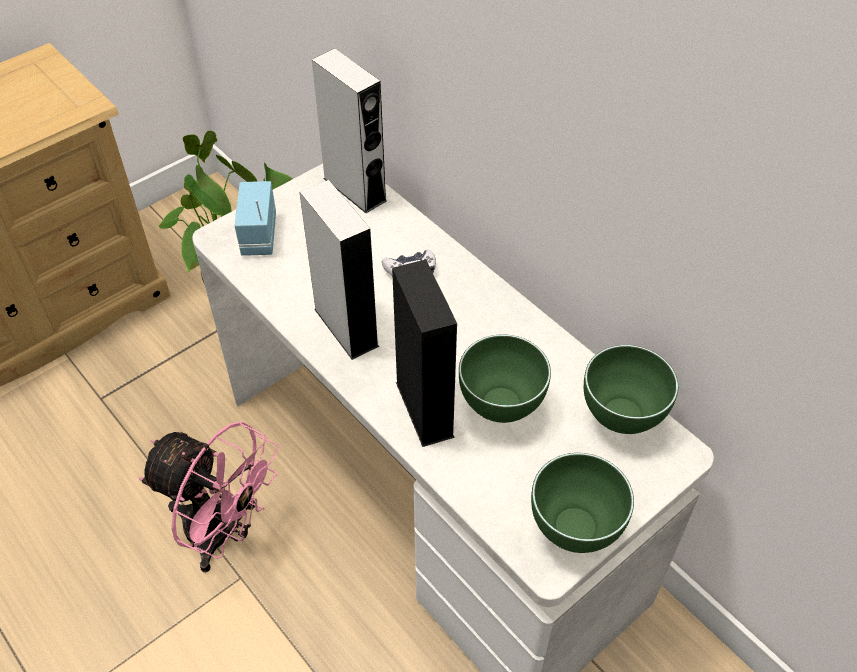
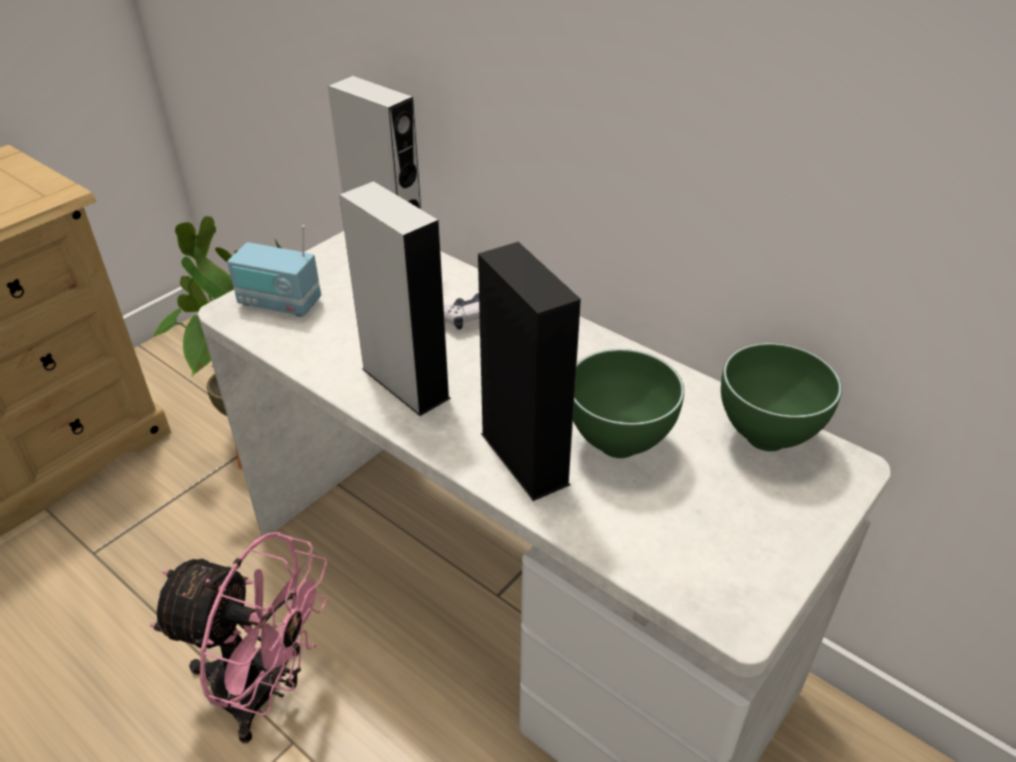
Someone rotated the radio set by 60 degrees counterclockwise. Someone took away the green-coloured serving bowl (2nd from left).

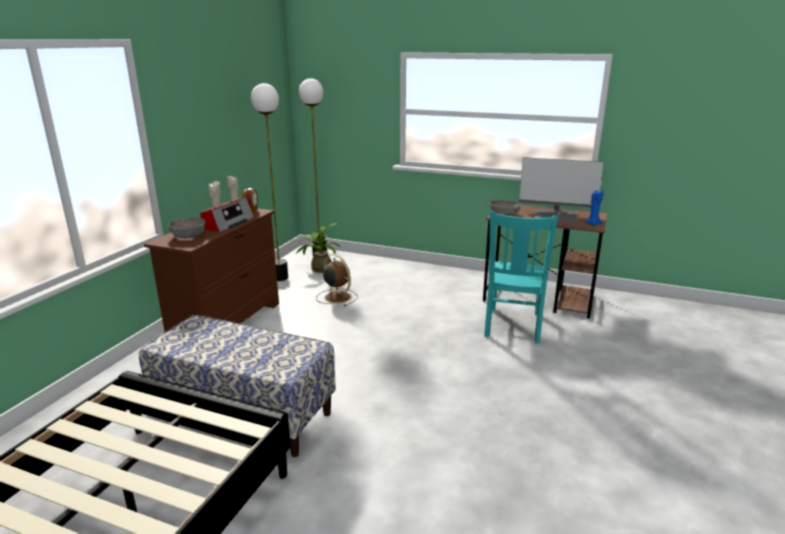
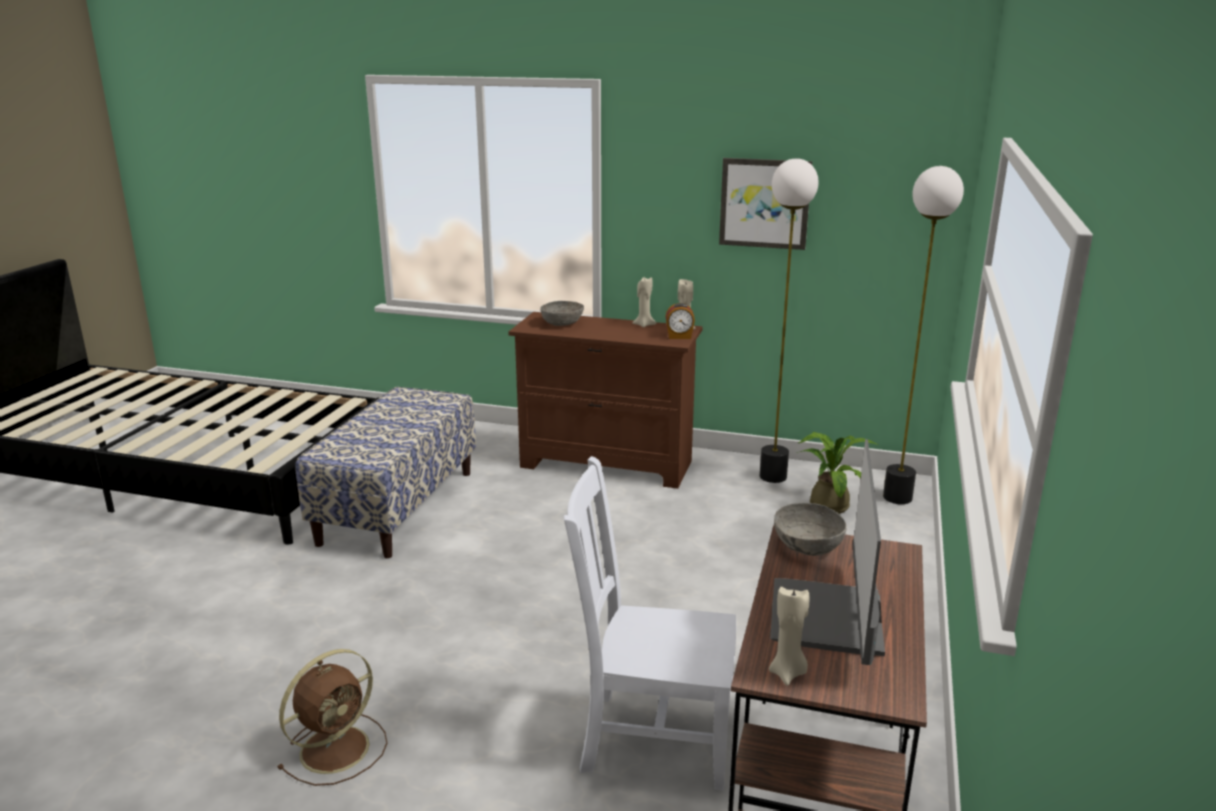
Someone carried the brownish electric fan. Someone repainted the turquoise-coloured upright chair, which became the white-coloured upright chair. Someone put up the wall art. Someone repainted the blue-coloured candle, which became the beige candle (3rd from left). Someone took away the radio set.

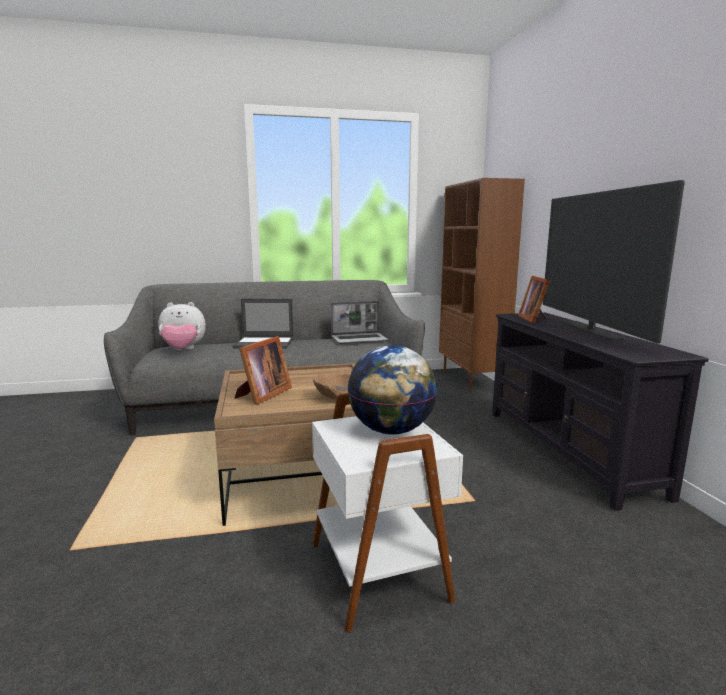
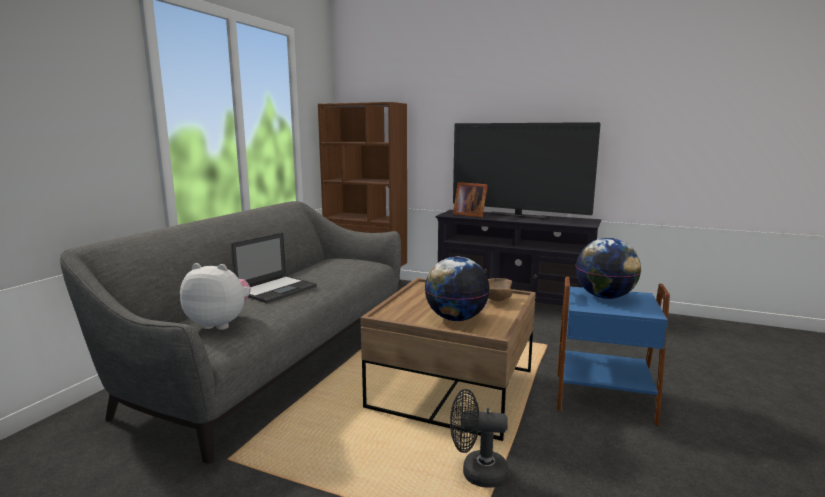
Someone rotated the plush toy by 105 degrees counterclockwise. Someone swapped the standing frame (1st from left) for the globe (1st from left). Someone put down the black electric fan. Someone repainted the white-coloured side table, which became the blue-coloured side table. Someone took away the laptop (2nd from left).

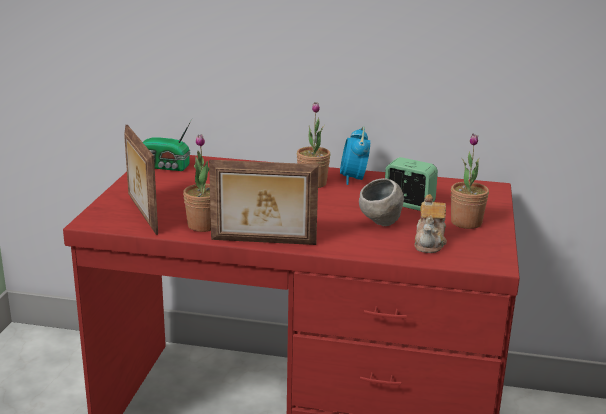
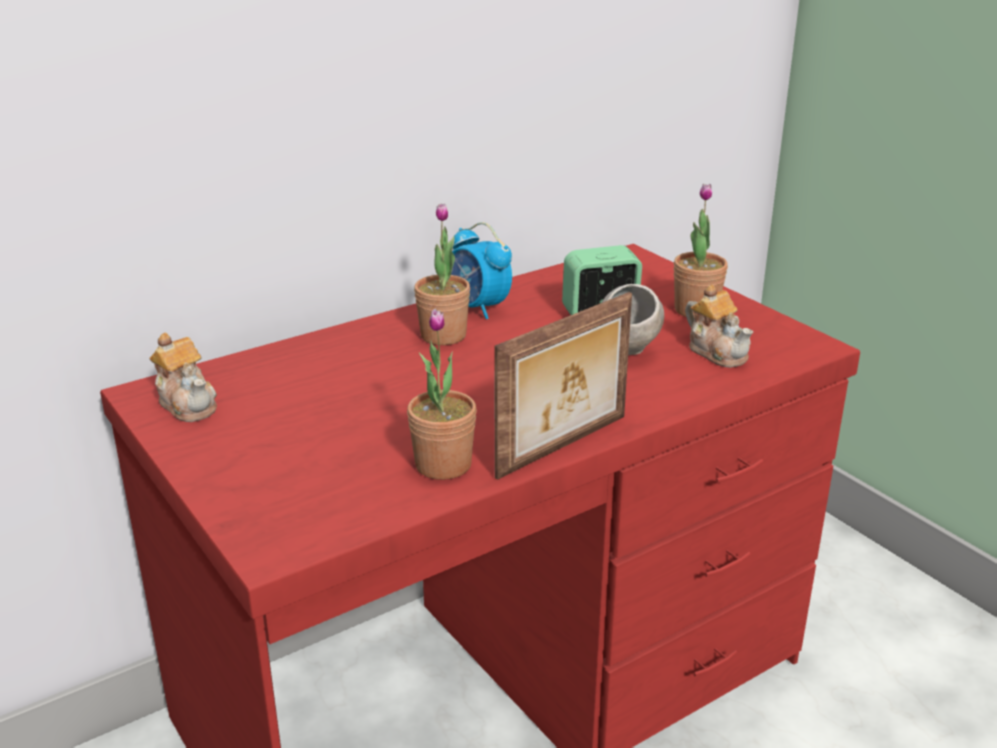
Someone swapped the radio set for the tea pot (1st from left). Someone took away the standing frame (1st from left).

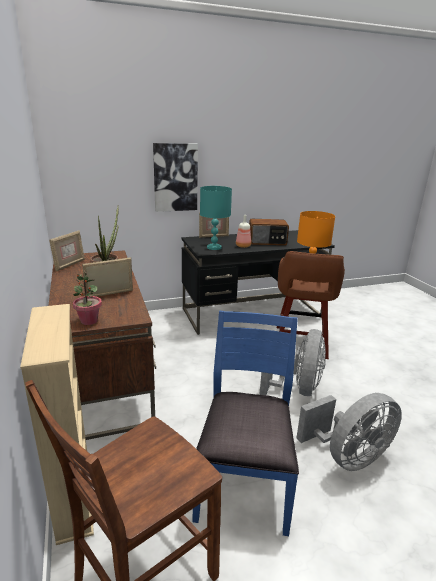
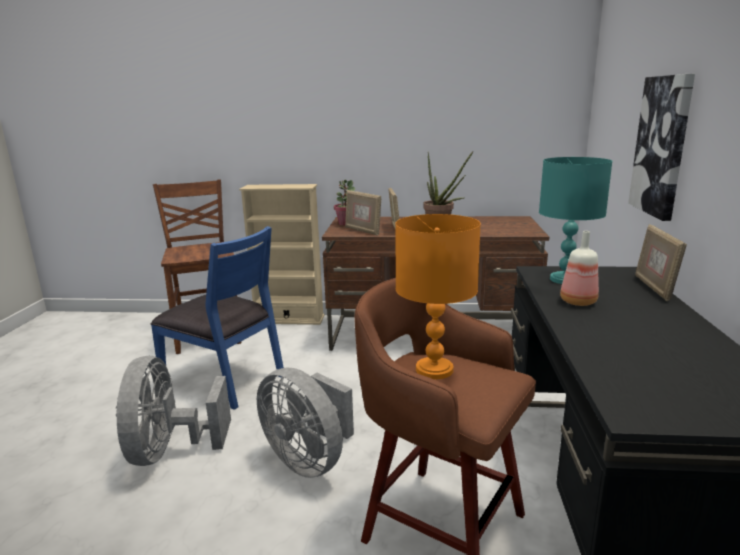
Someone carried the standing frame (1st from left). Someone took away the radio set.

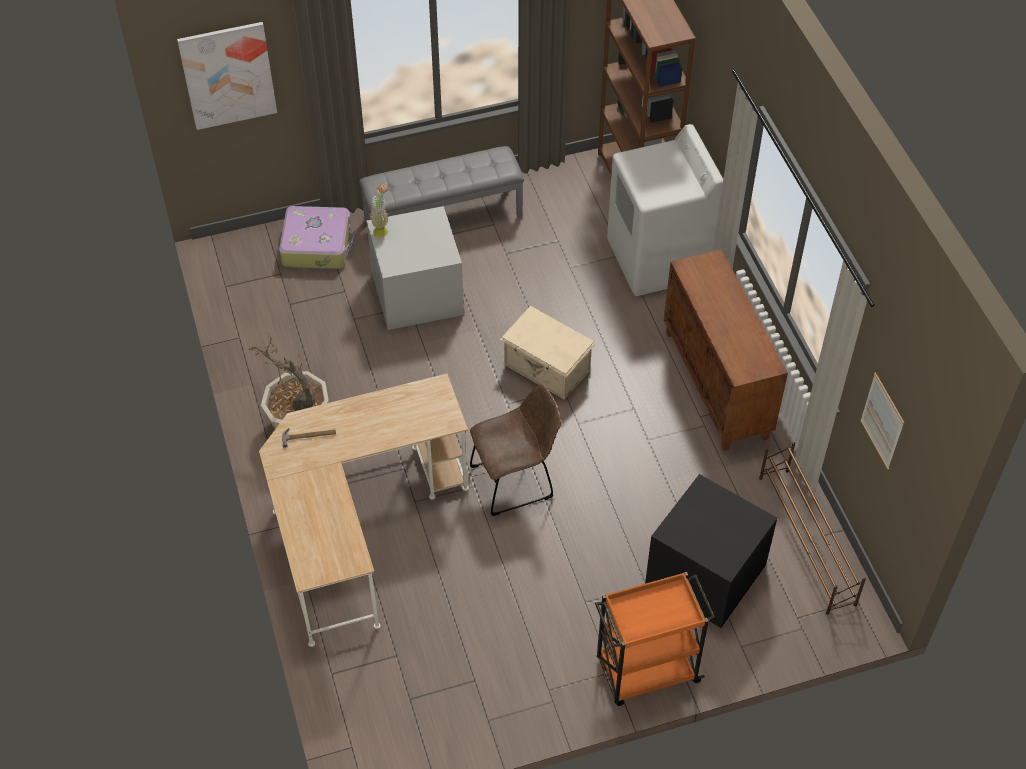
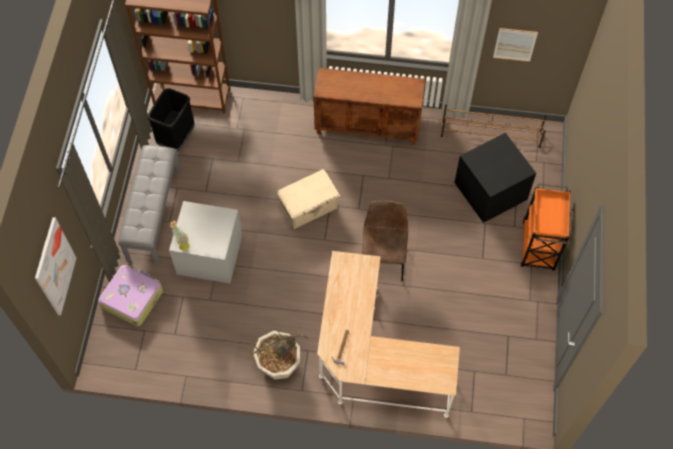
Someone put down the black trash can. Someone took away the white-coloured laundry appliance.

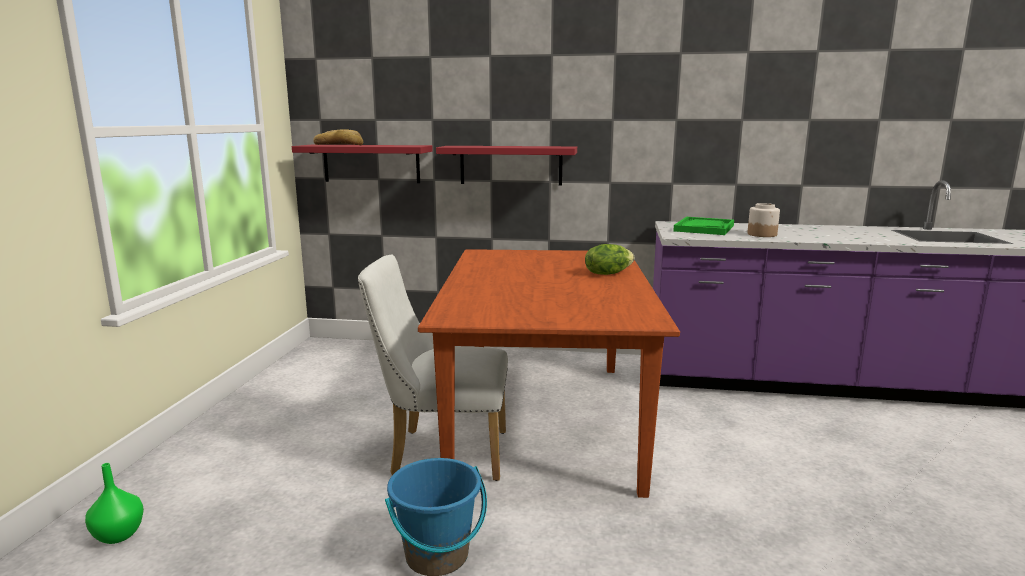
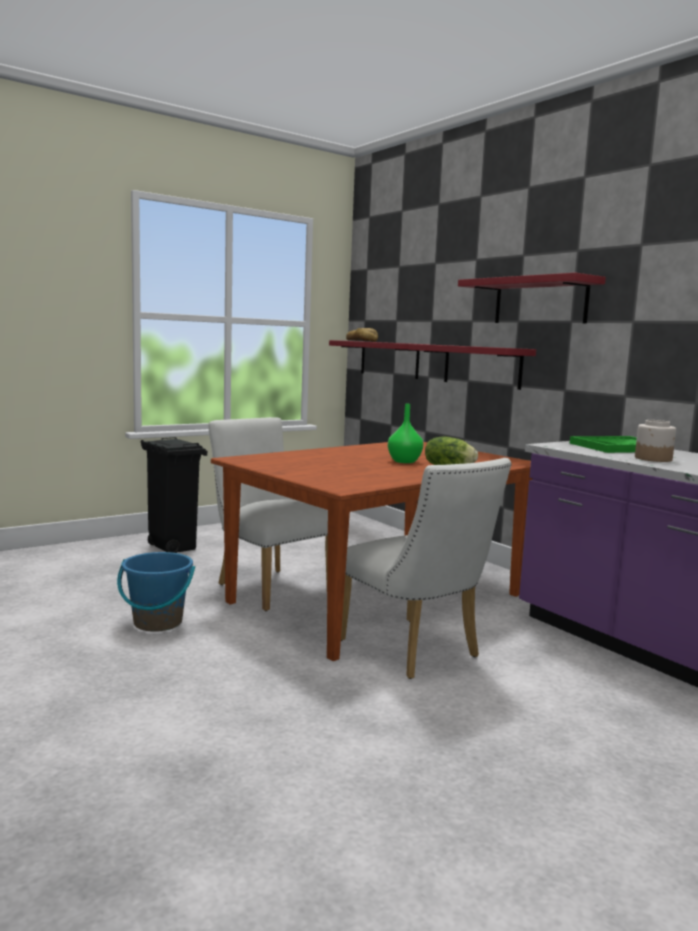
Someone put down the black trash can. Someone put down the white-coloured upright chair (2nd from left). Someone carried the green-coloured flower vase. Someone put up the red-coloured bracket shelf (3rd from left).

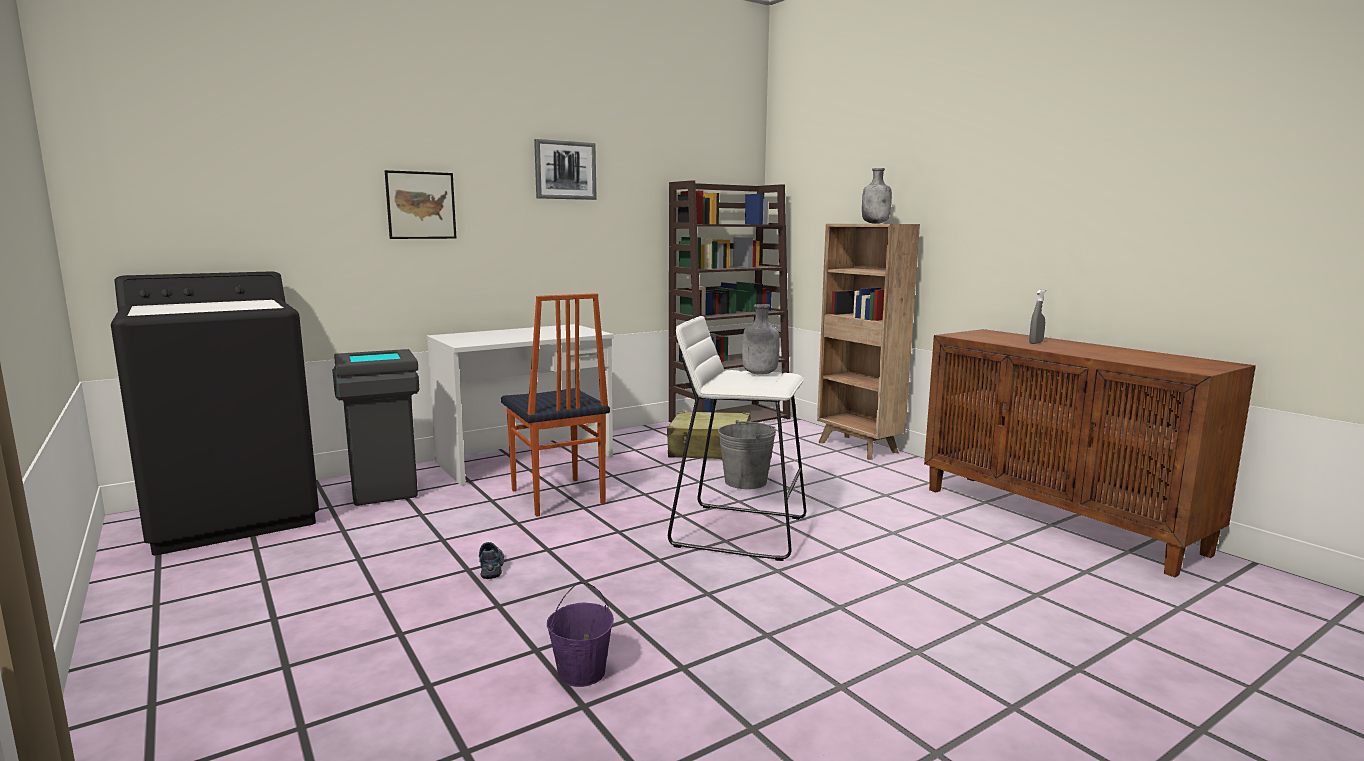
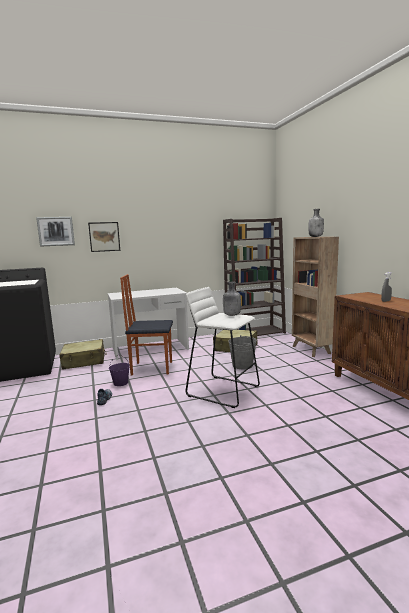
Someone carried the wall art (2nd from left in the first image). Someone swapped the grey trash can for the beige suitcase (1st from left). Someone carried the purplish bucket. Someone rotated the upright chair by 105 degrees clockwise.

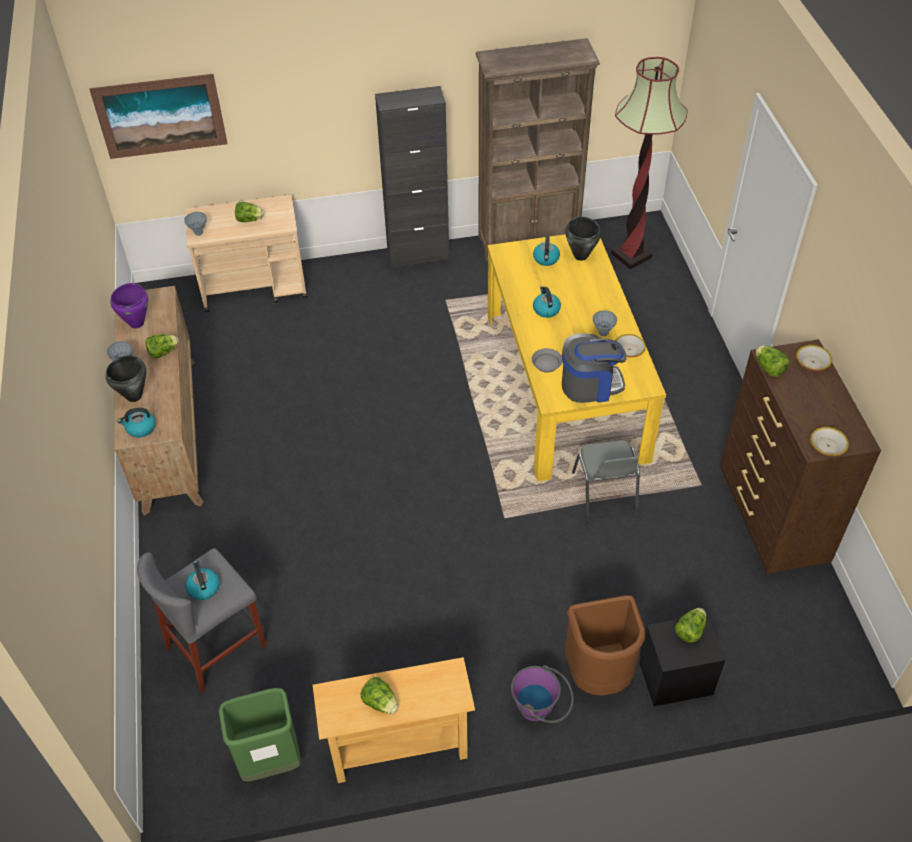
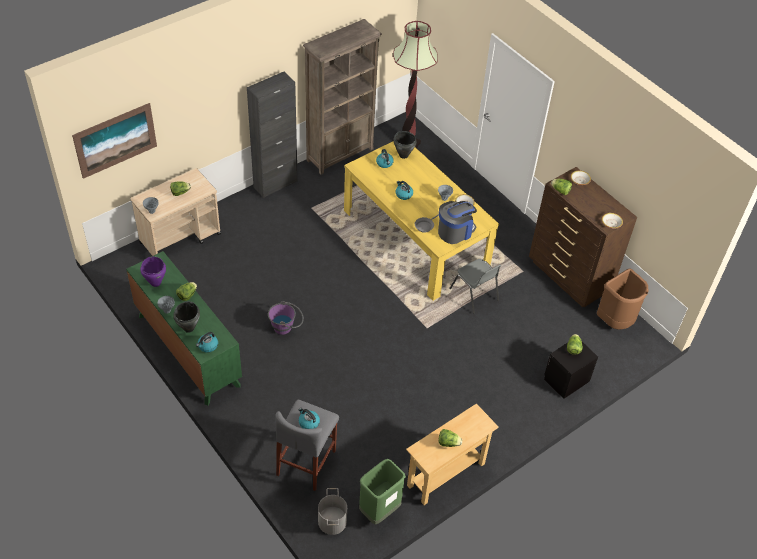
Someone repainted the brownish dresser (1st from left), which became the green-coloured dresser. Someone carried the purplish bucket. Someone put down the grey bucket. Someone carried the brownish trash can.

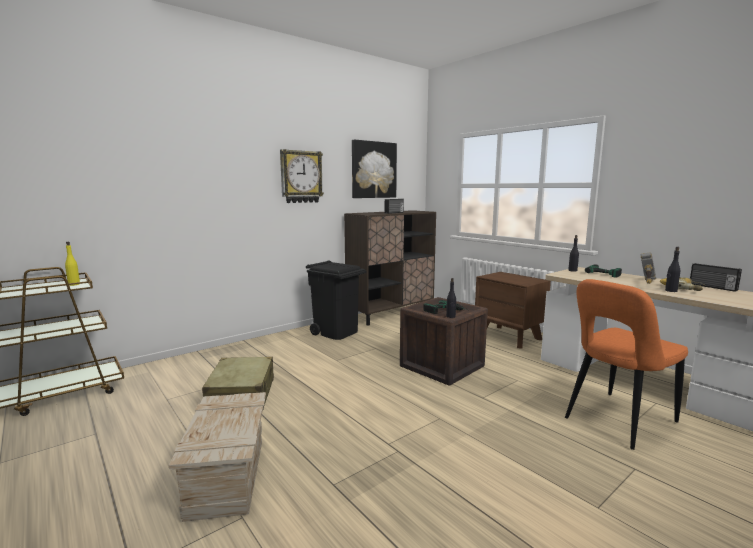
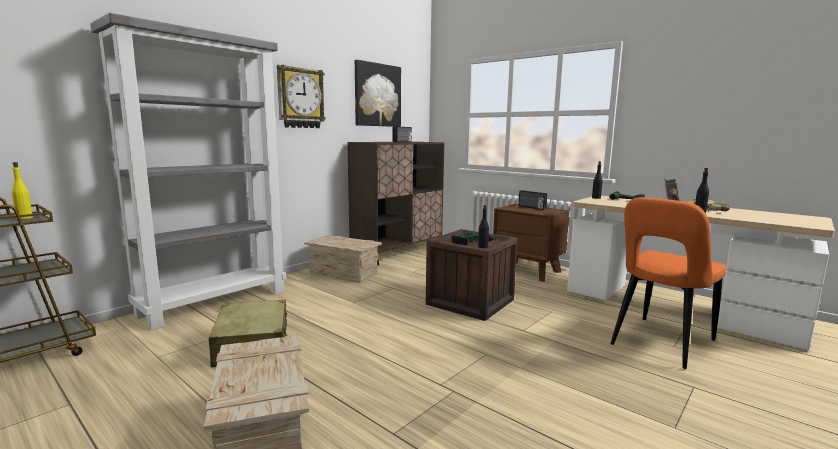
Someone put down the grey bookshelf. Someone swapped the black trash can for the crate (2nd from left). Someone carried the radio set (2nd from left).

